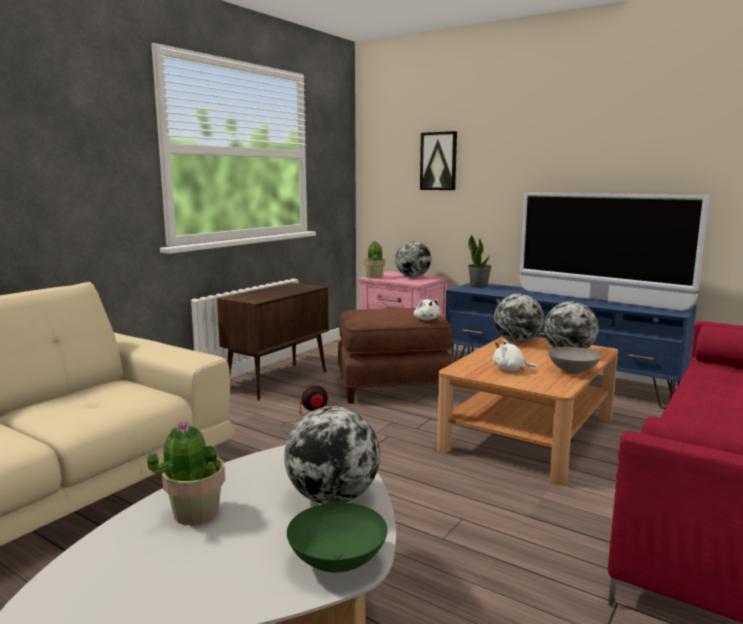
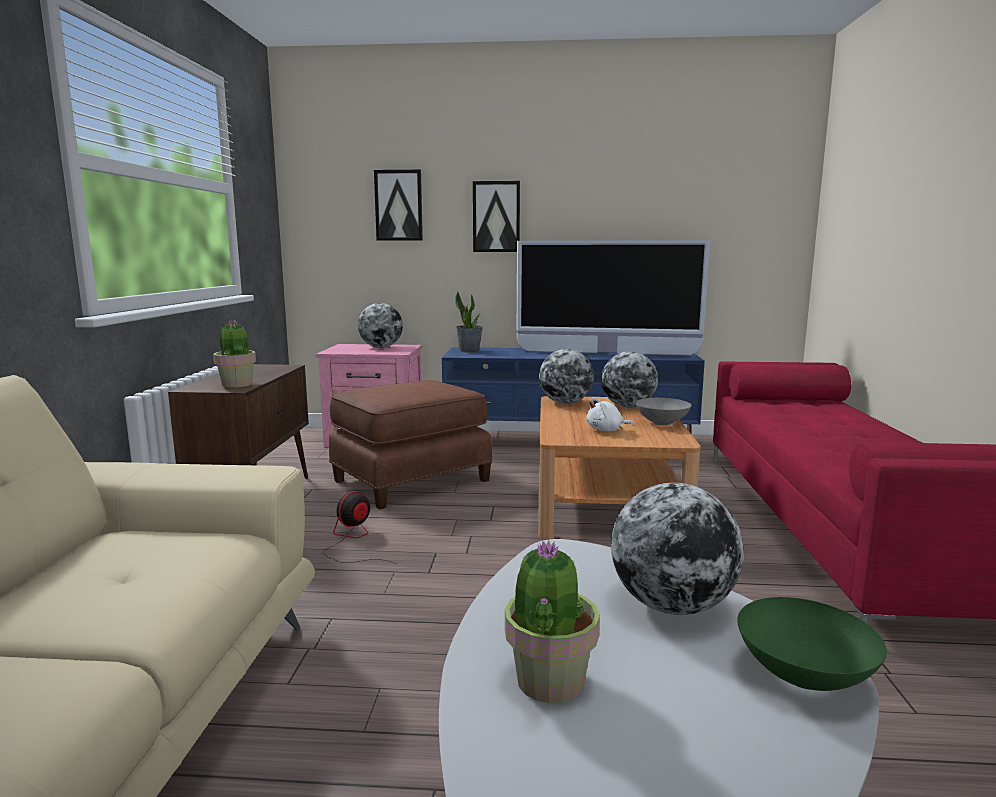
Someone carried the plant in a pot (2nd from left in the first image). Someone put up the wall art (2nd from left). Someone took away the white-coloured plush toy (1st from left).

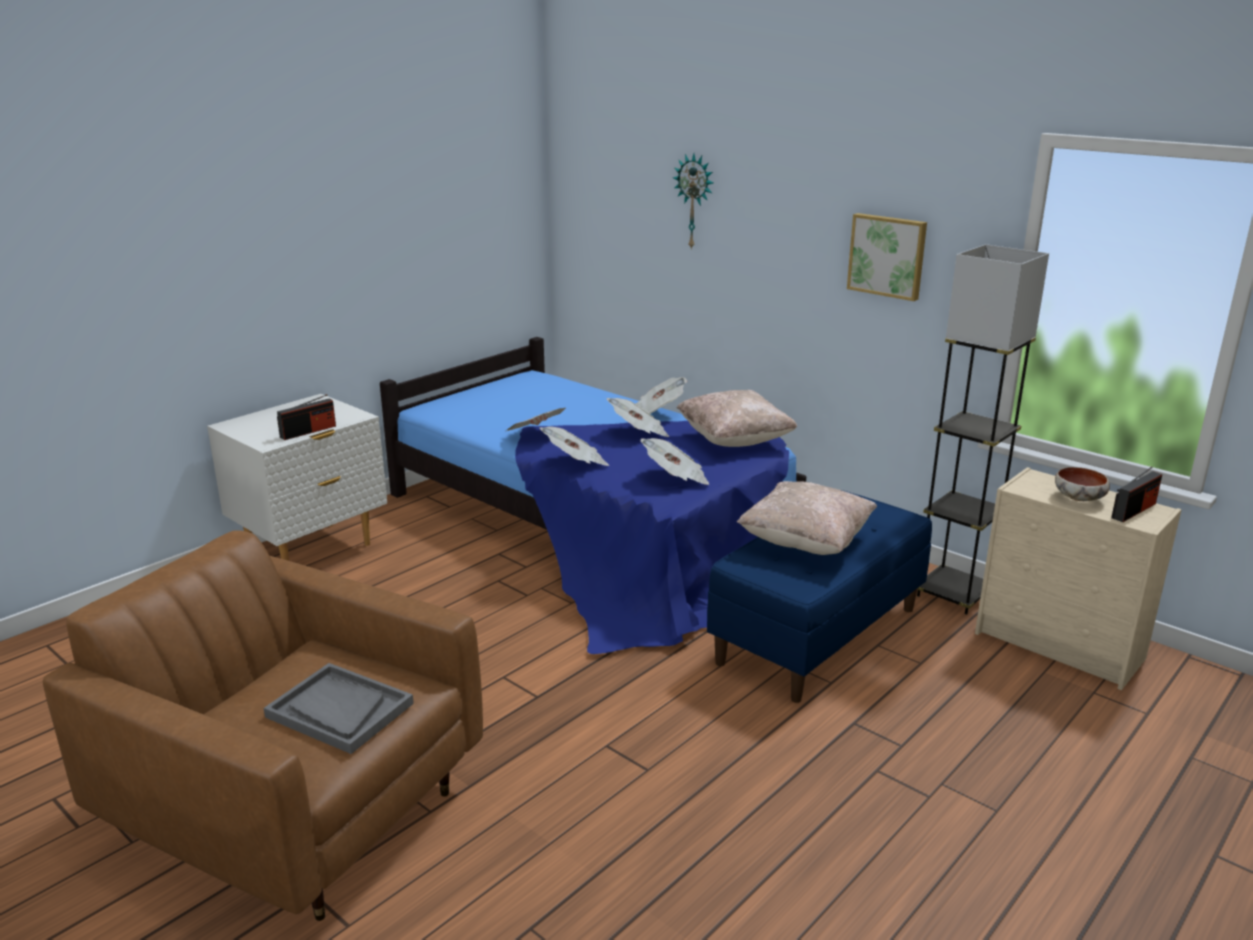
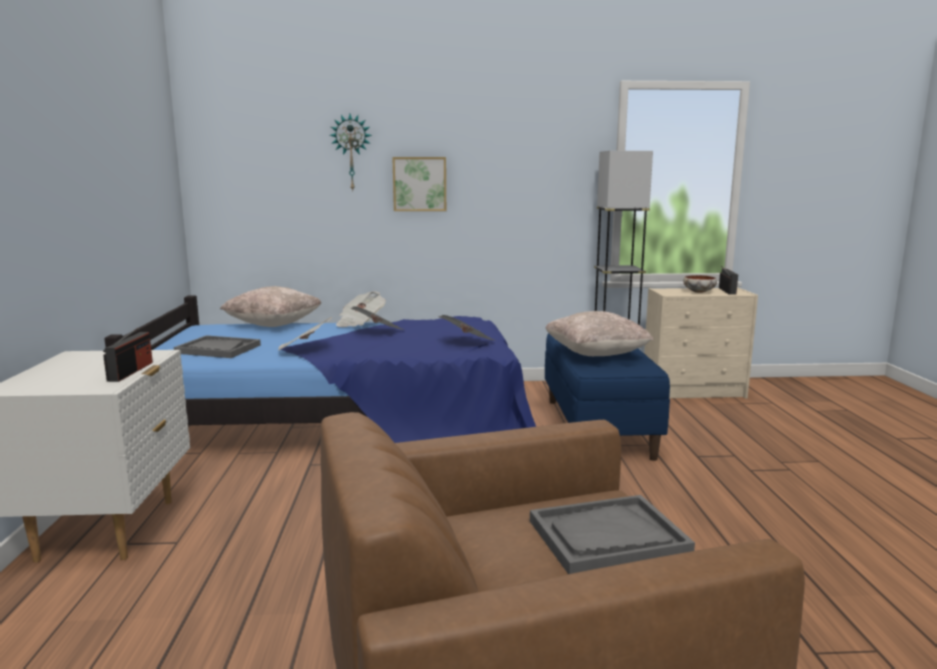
Someone put down the grey serving tray (1st from left). Someone carried the beige throw pillow (1st from left). Someone carried the wall art. Someone took away the daily paper (2nd from left).

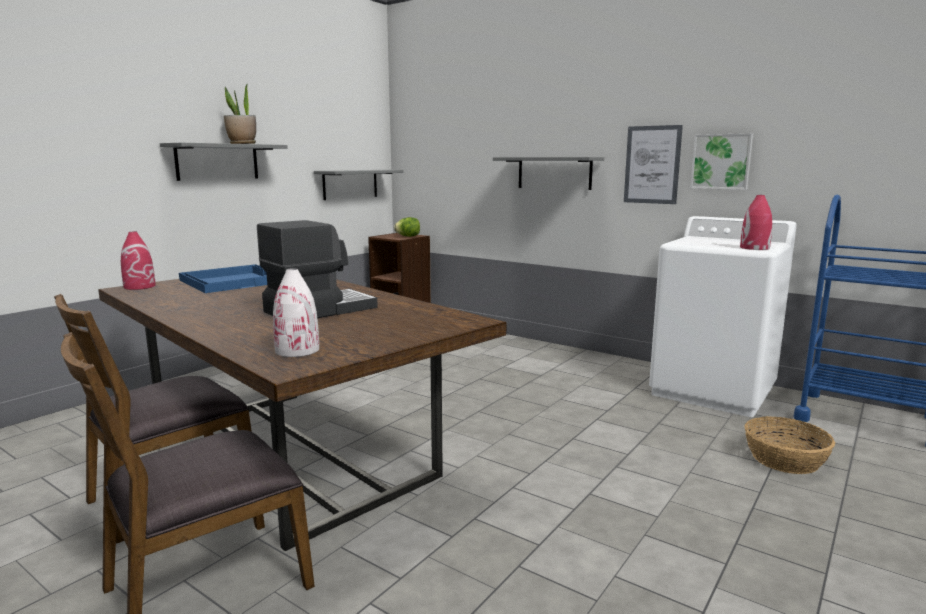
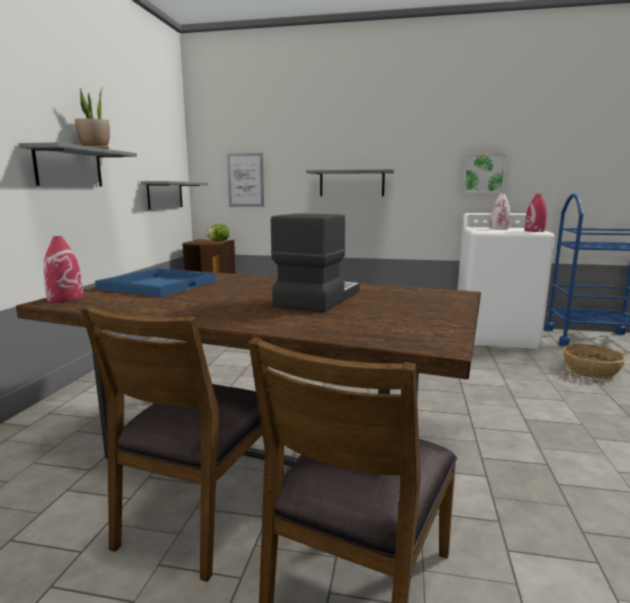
Someone carried the wall art (1st from left). Someone carried the white-coloured flower vase.

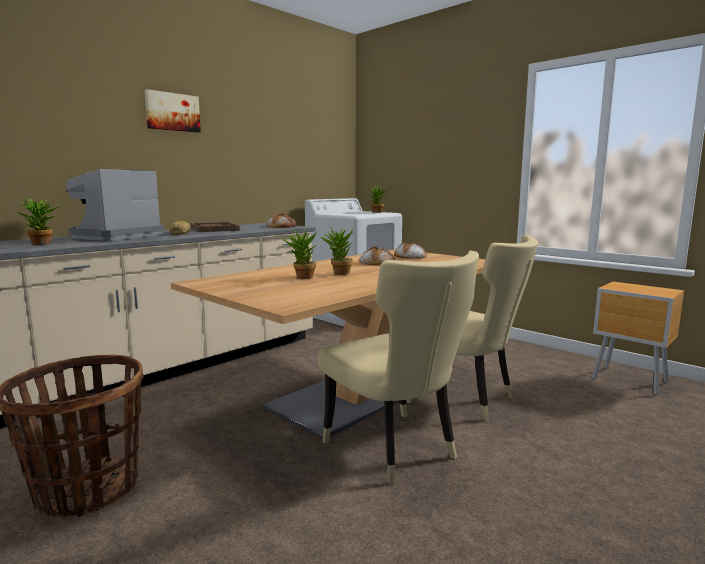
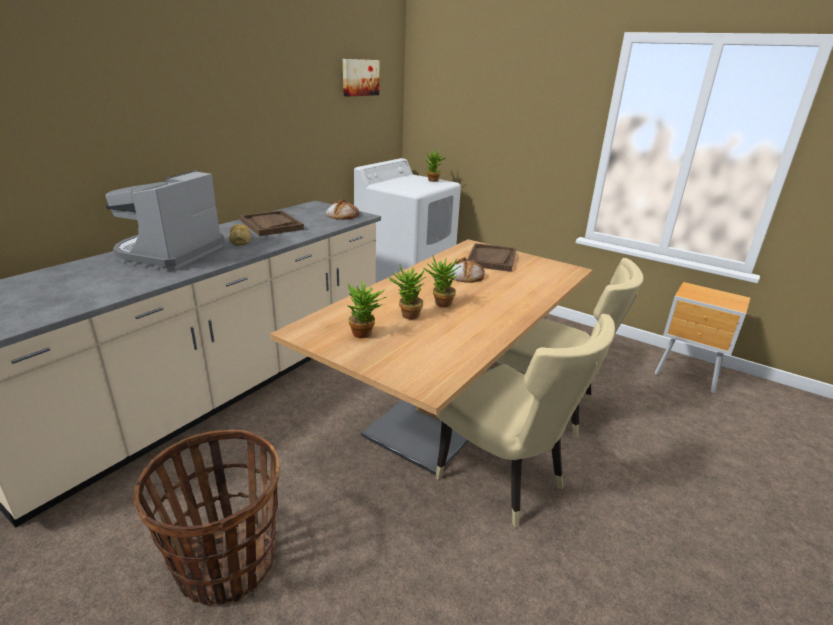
Someone carried the wall art. Someone carried the plant in a pot (1st from left). Someone swapped the bakery bread (4th from left) for the brownish serving tray (2nd from left).

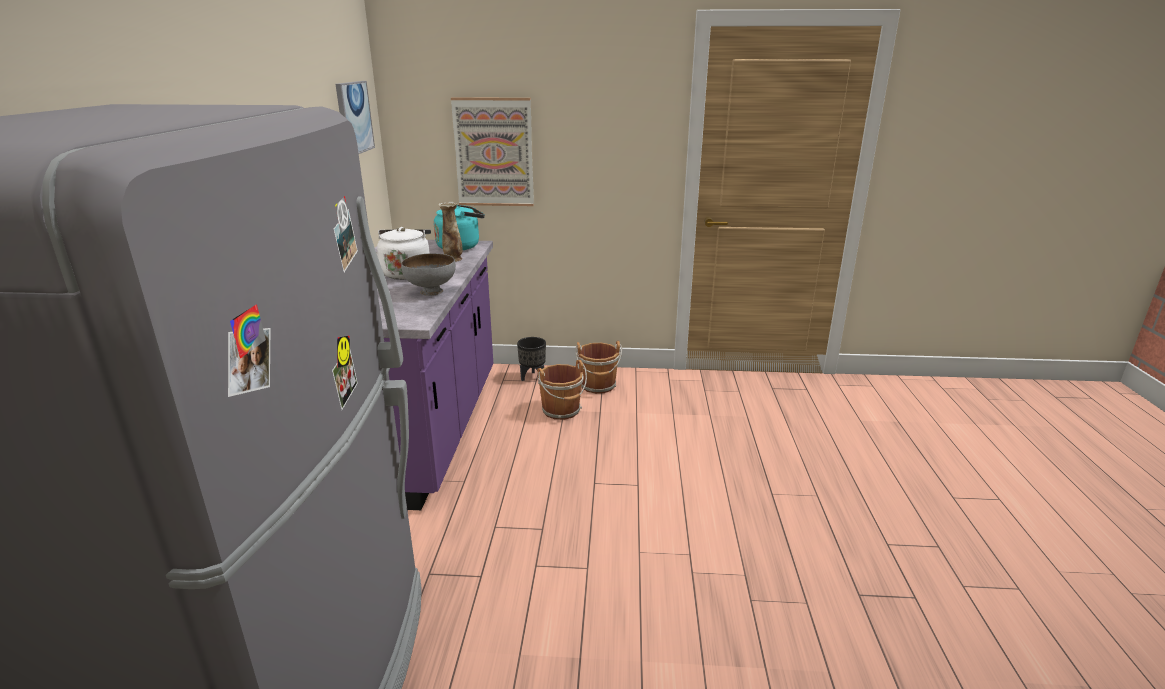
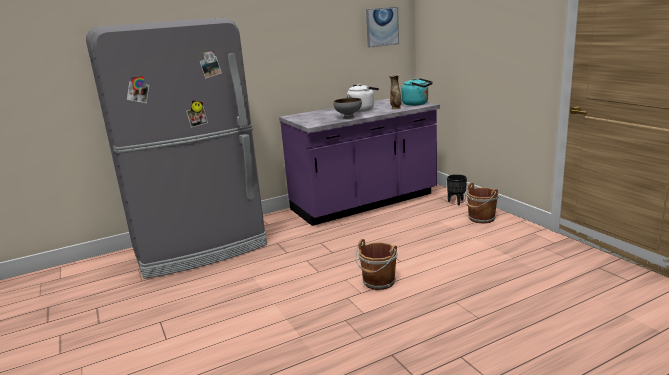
Someone carried the brownish bucket (1st from left). Someone took away the wall art (2nd from left).

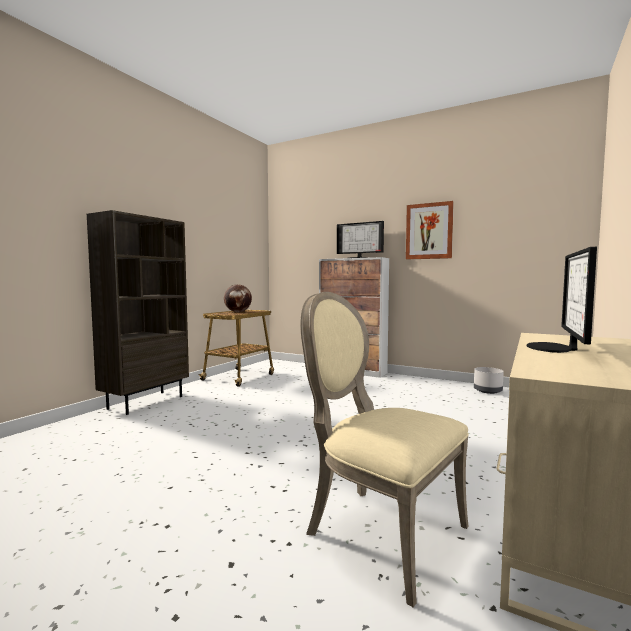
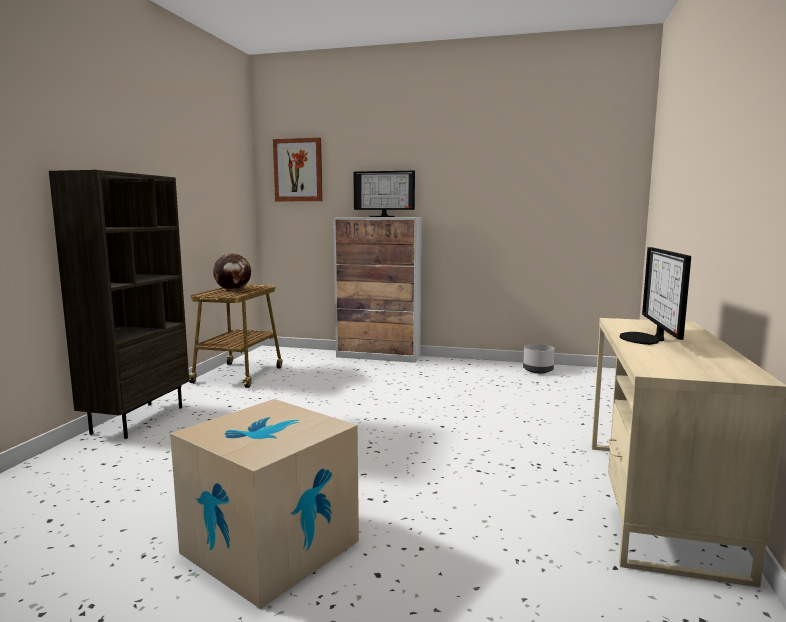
Someone put down the carton. Someone carried the wall art. Someone took away the beige upright chair.

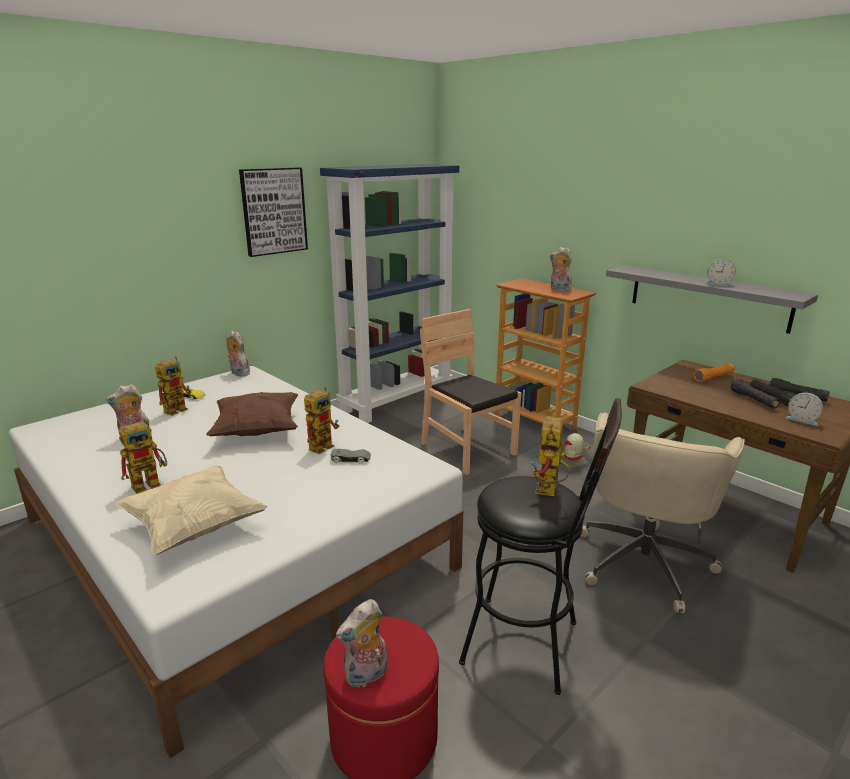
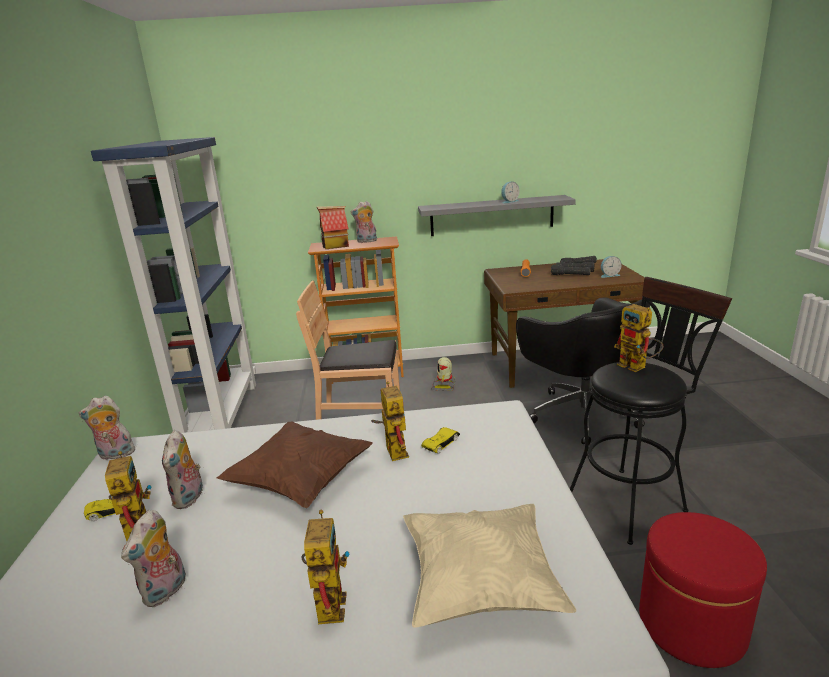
Someone carried the plush toy (3rd from left). Someone put down the model house. Someone repainted the grey model car, which became the yellow model car (2nd from left). Someone repainted the beige computer chair, which became the black computer chair. Someone took away the wall art.

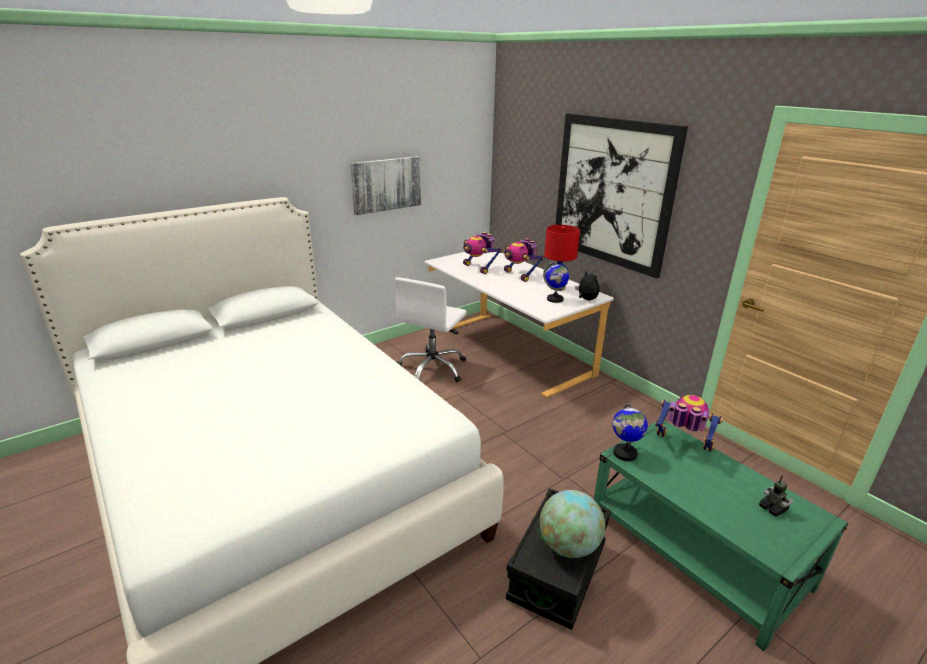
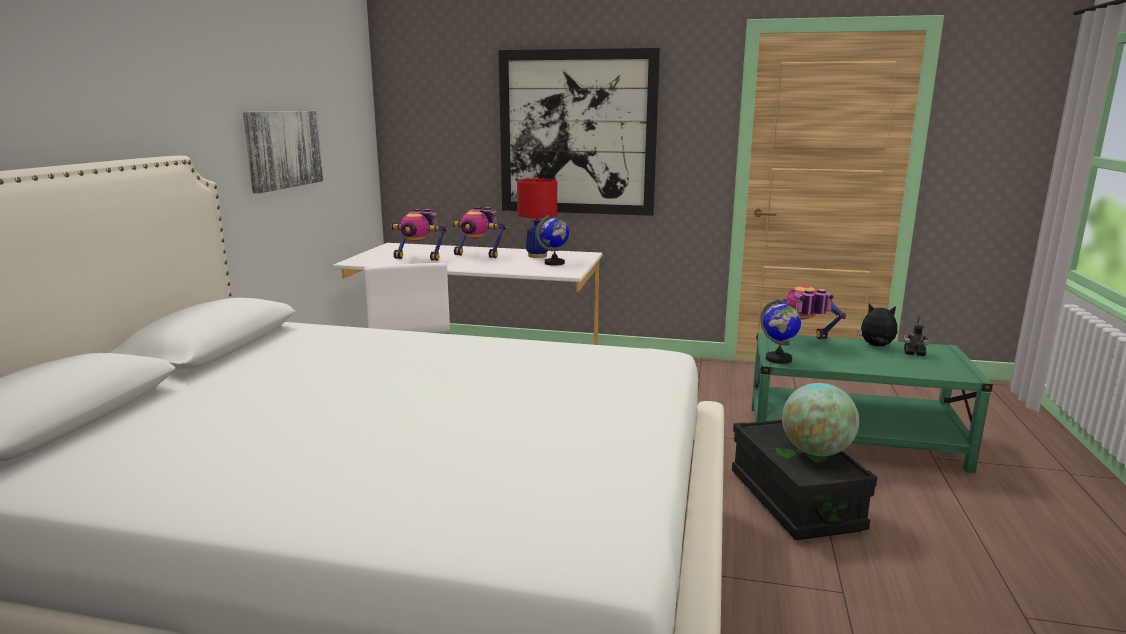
Someone carried the plush toy.

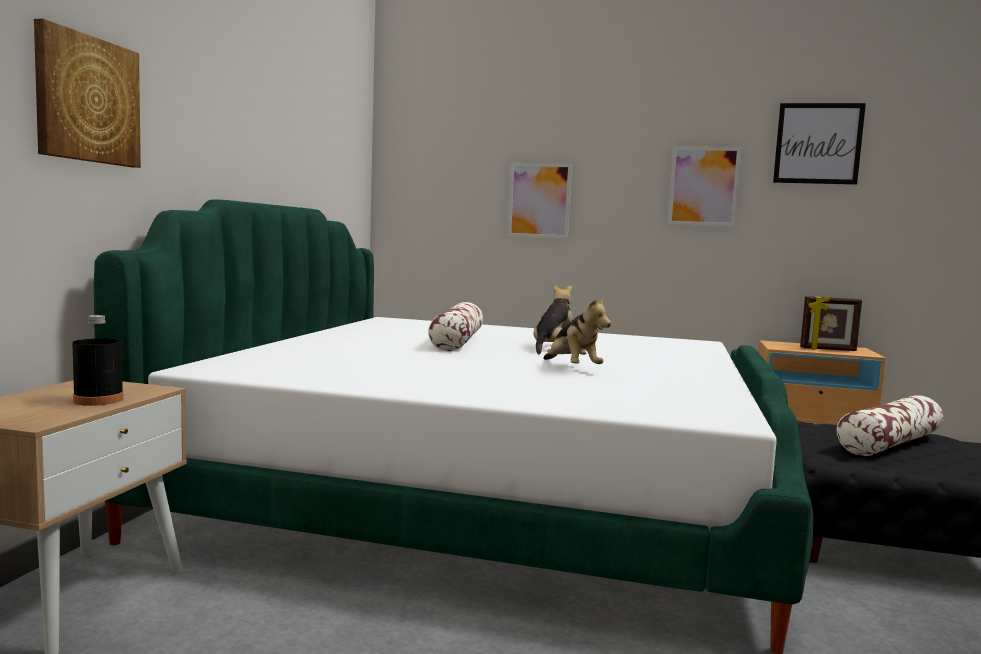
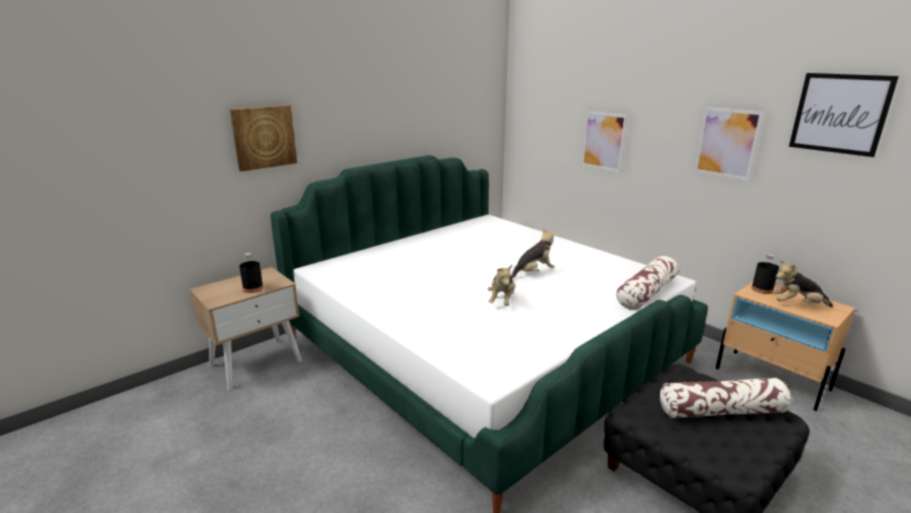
Someone carried the throw pillow (1st from left). Someone put down the black bottle (2nd from left). Someone swapped the standing frame for the plush toy (3rd from left).

